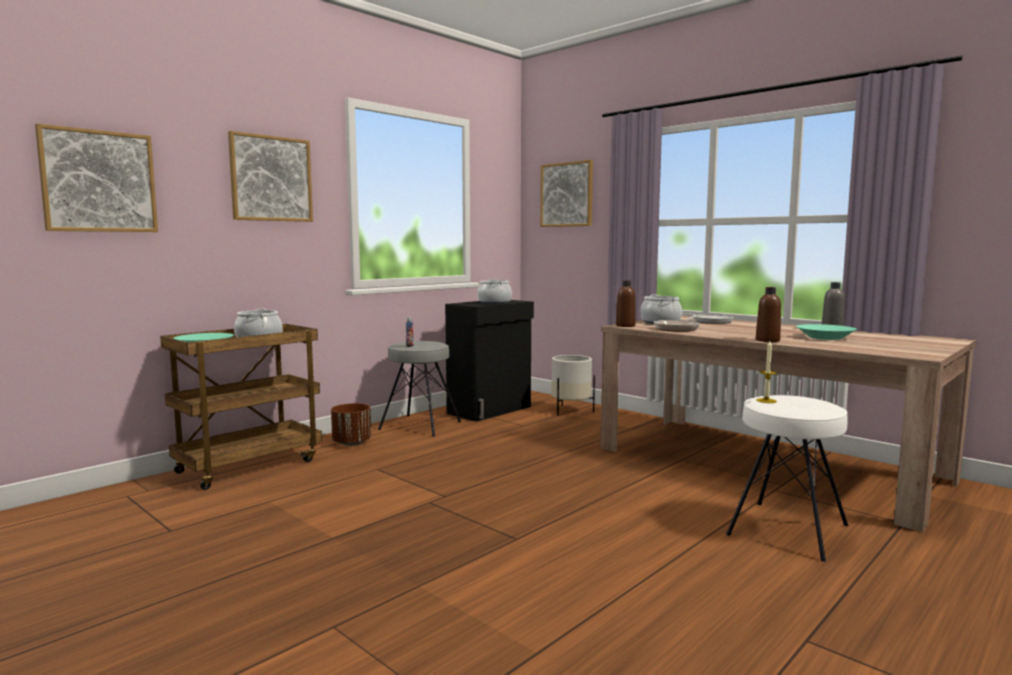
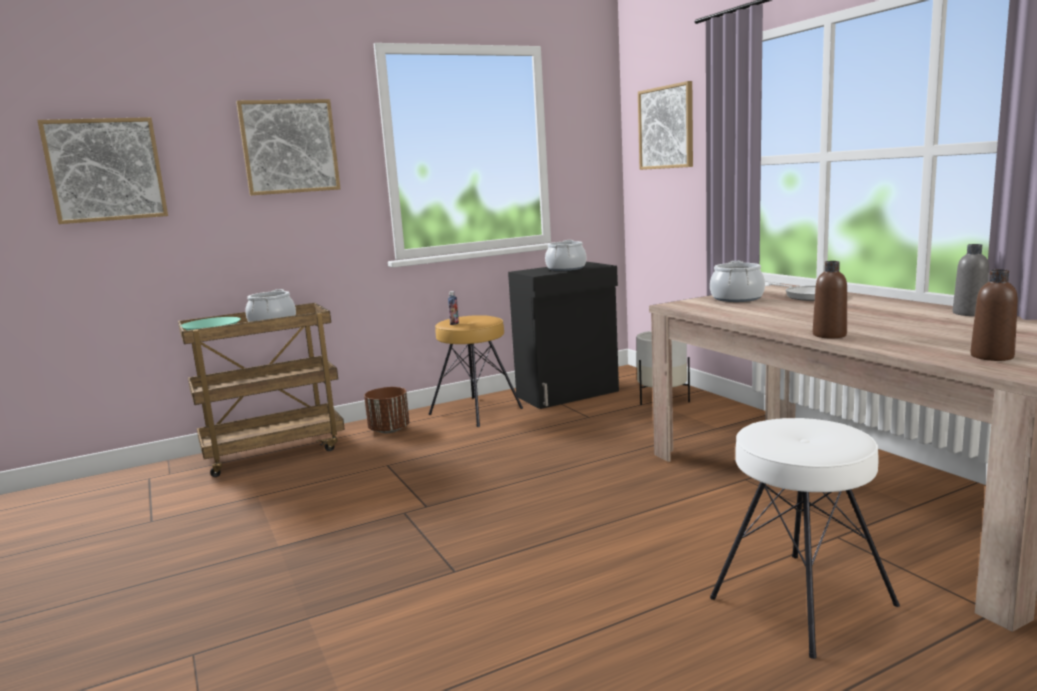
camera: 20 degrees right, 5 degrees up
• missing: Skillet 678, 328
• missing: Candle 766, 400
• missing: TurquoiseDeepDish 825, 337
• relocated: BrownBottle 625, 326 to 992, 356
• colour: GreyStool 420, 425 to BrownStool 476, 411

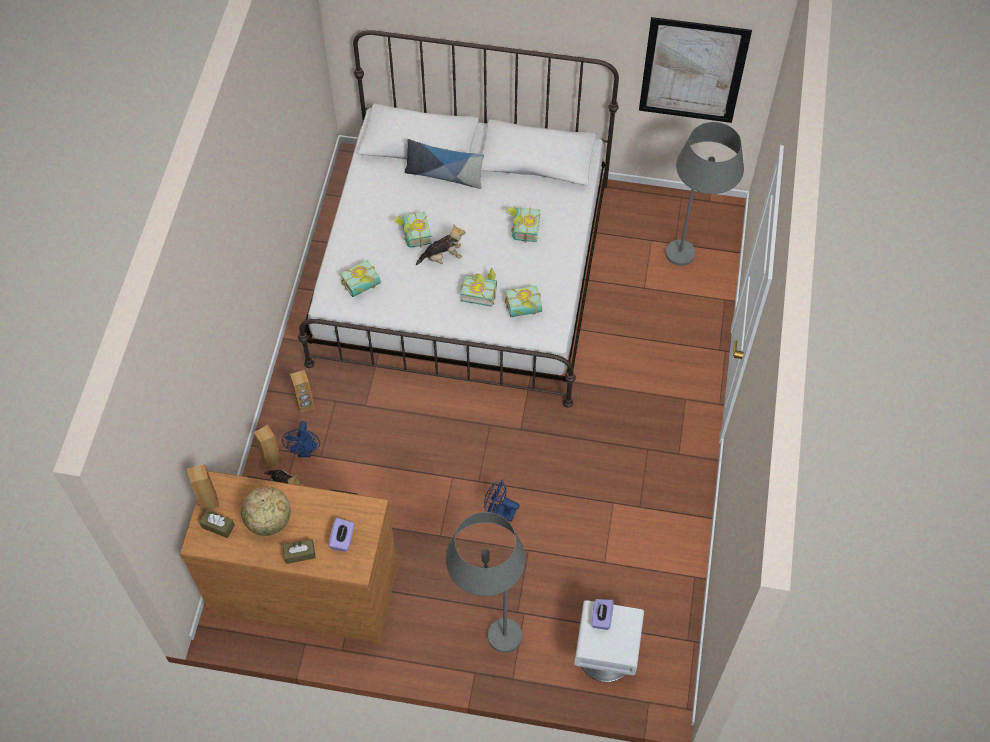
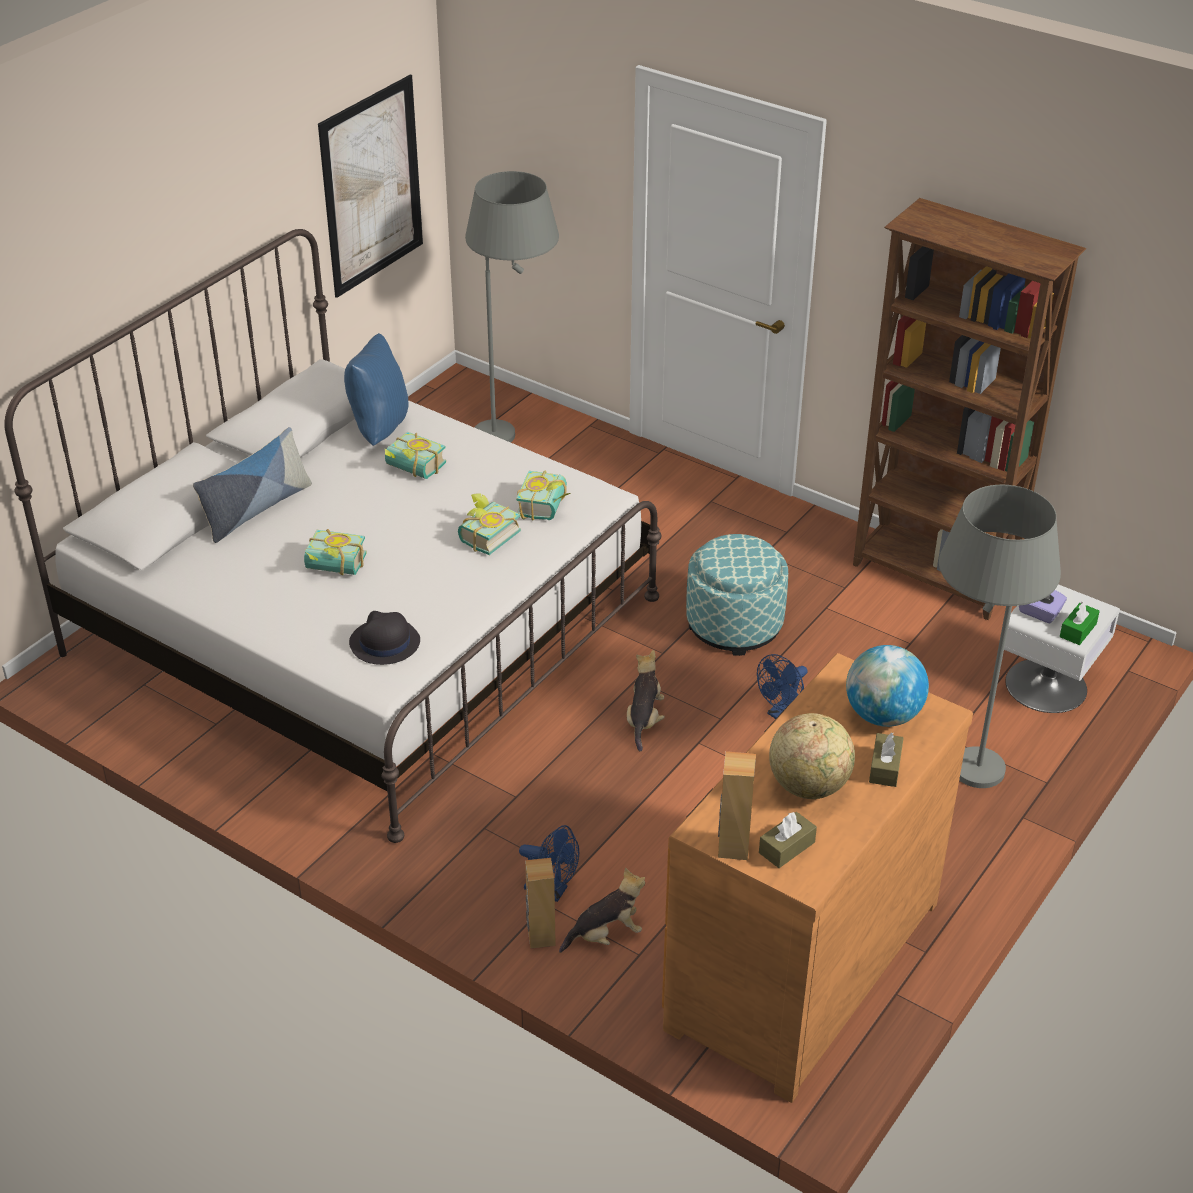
camera: 65 degrees left, 20 degrees down
• missing: BrownSpeaker 305, 404
• appeared: BluishCushion 378, 428
• appeared: Ottoman 734, 625
• appeared: BrownBookshelf 934, 577
• appeared: GreenColouredTissueBox 1078, 630
• relocated: SoftToy 443, 257 to 644, 720
• exchanged: PurpleColouredTissueBox 342, 539 to DeskGlobe 883, 715
• exchanged: Volume 363, 287 to BlackishHat 384, 643

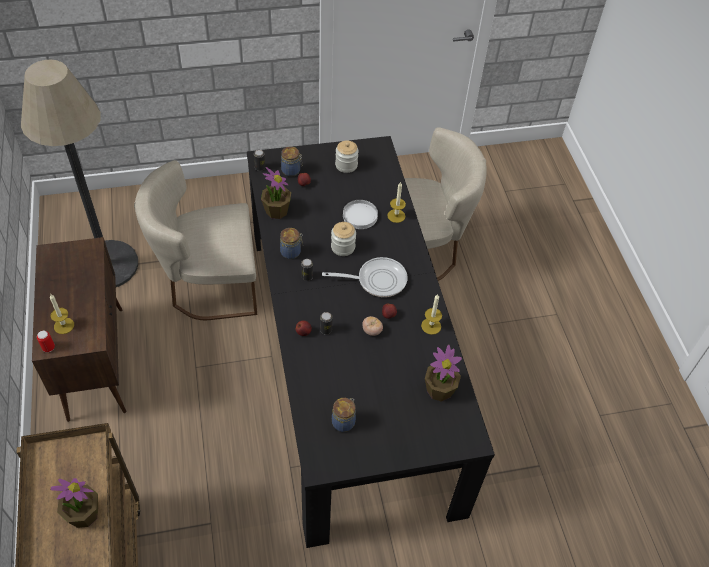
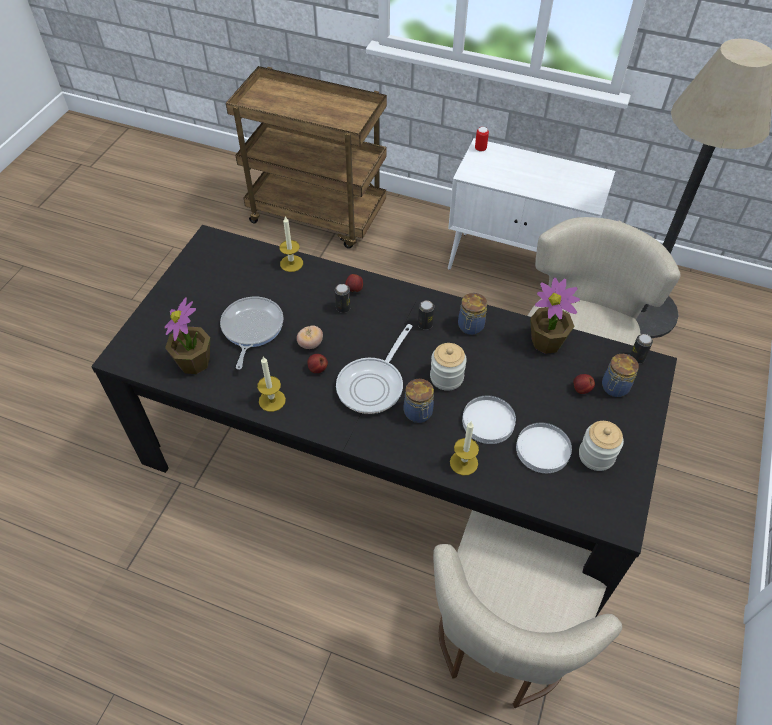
camera: 125 degrees right, 0 degrees up
• missing: PottedPlant 83, 514
• appeared: Skillet 251, 328
• appeared: WhitePlate 542, 450
• relocated: Candle 64, 325 to 291, 263
• relocated: PreserveJar 344, 421 to 418, 413
• colour: BrownStorageCabinet 95, 361 to WhiteStorageCabinet 517, 267

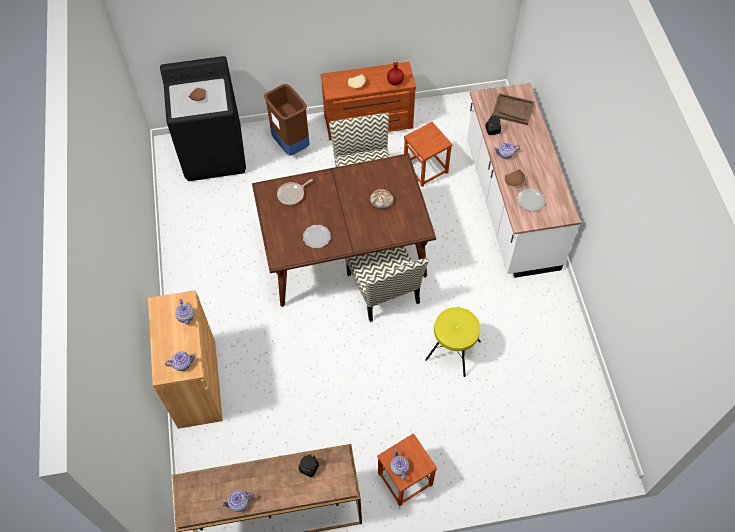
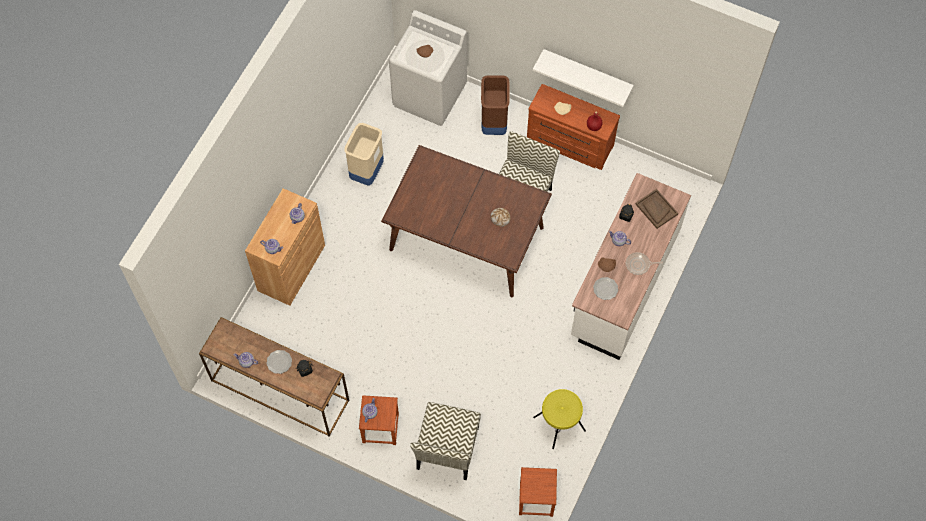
camera: 35 degrees right, 5 degrees up
• appeared: BeigeRubbishBin 366, 172
• appeared: WhiteBracketShelf 587, 73
• relocated: Skillet 292, 194 to 639, 265
• relocated: Plate 317, 237 to 279, 362
• relocated: PlainChair 384, 289 to 447, 449
• relocated: BrownStool 426, 168 to 536, 499
• relocated: YellowishStool 453, 351 to 559, 424
• colour: BlackishWashingMachine 214, 153 to WhiteWashingMachine 430, 95

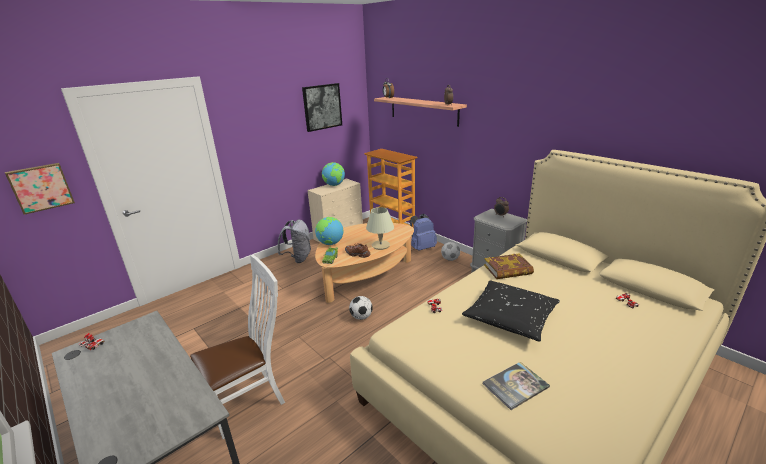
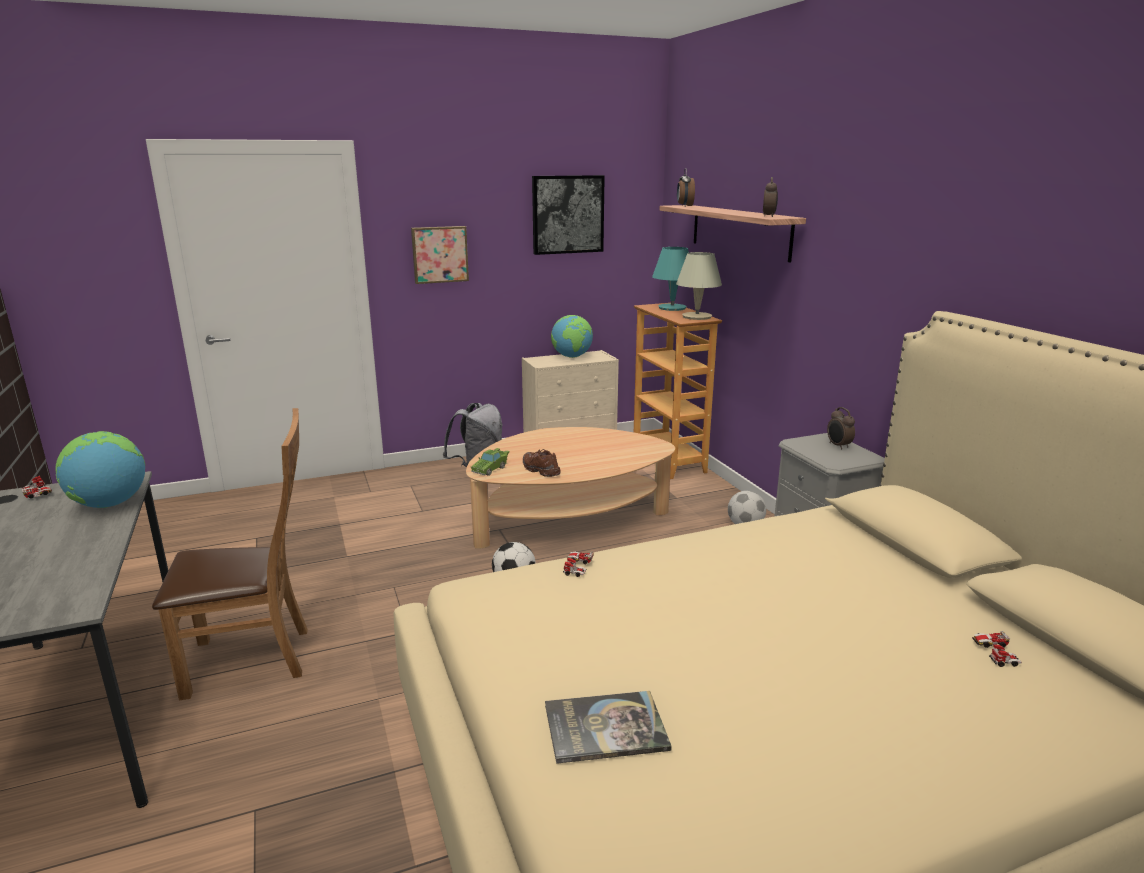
camera: 20 degrees right, 5 degrees down
• missing: BluishBackpack 422, 248
• missing: BlackishCushion 510, 317
• missing: Volume 508, 270
• appeared: TurquoiseLampForATable 672, 308
• relocated: Picture 41, 187 to 439, 254
• relocated: DeskGlobe 330, 243 to 109, 504
• relocated: BeigeLampForATable 381, 245 to 697, 317
• colour: WhitePlainChair 251, 400 to BrownPlainChair 257, 659

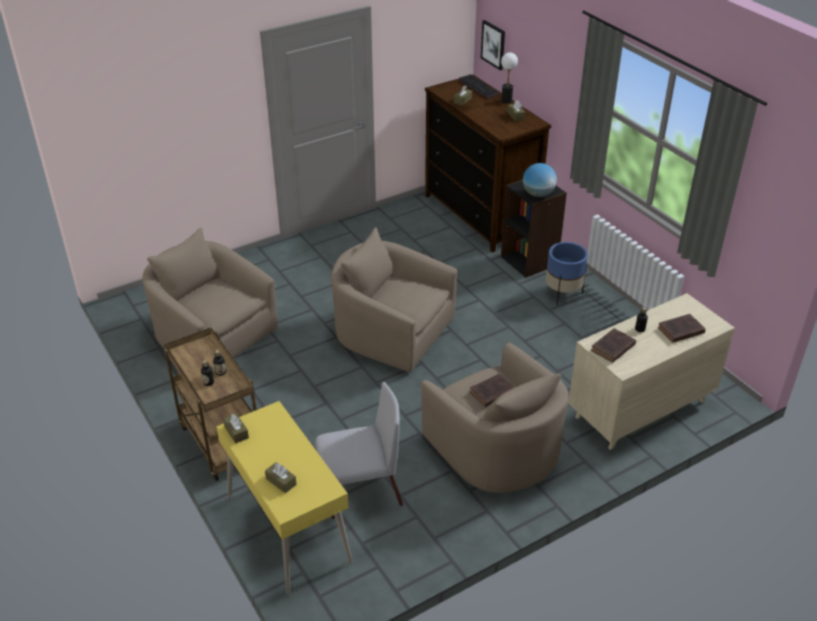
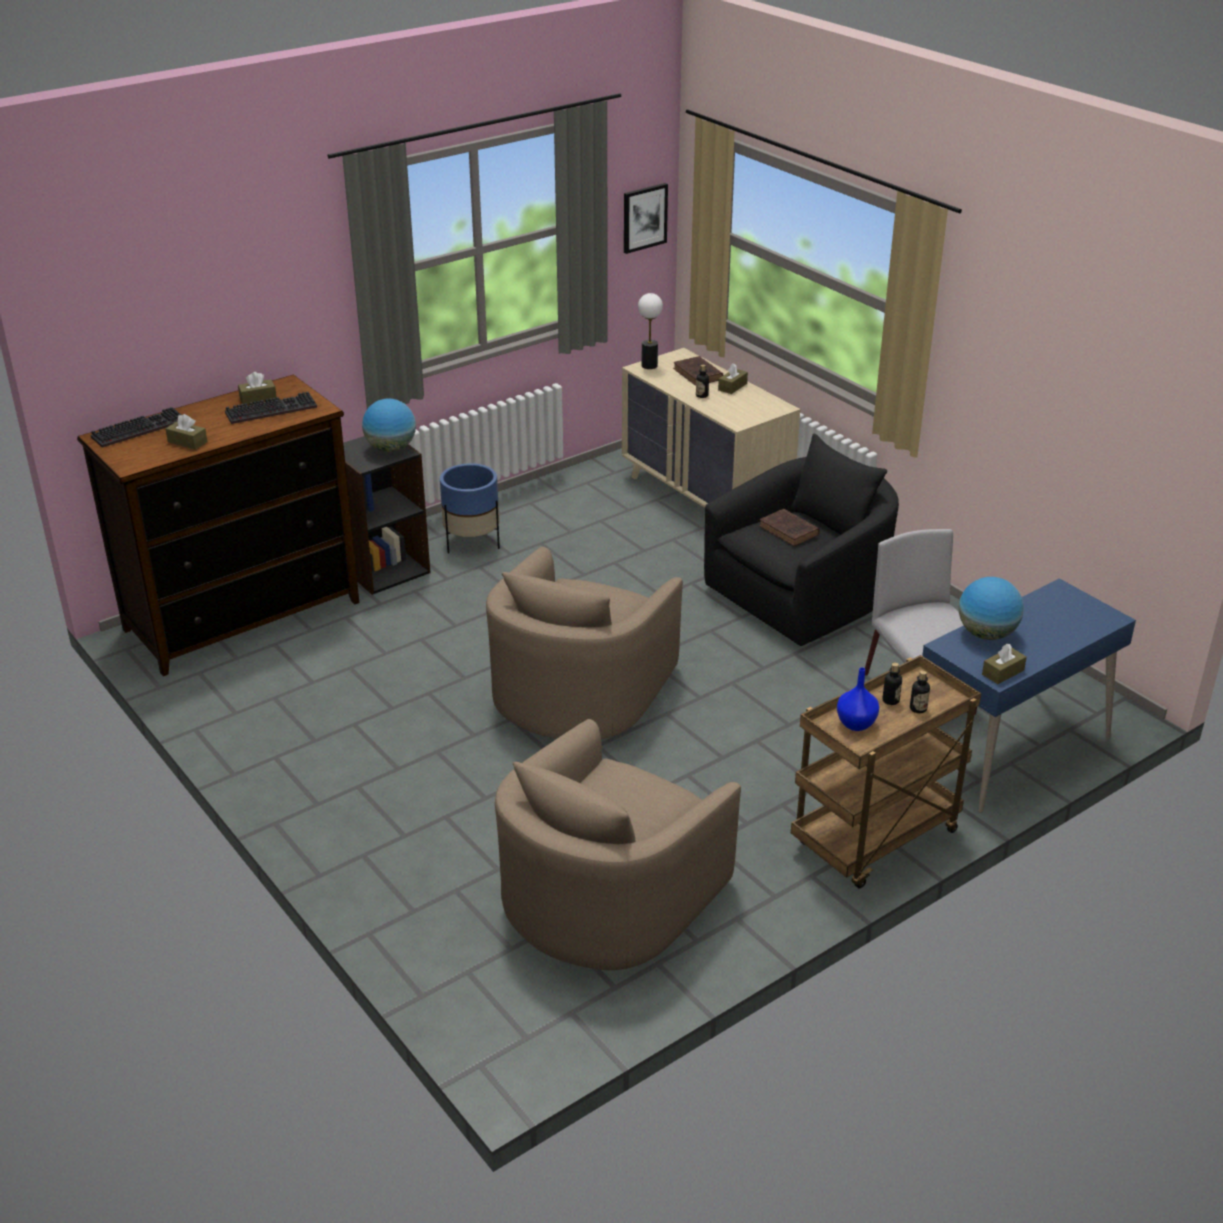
camera: 95 degrees left, 5 degrees down
• missing: BrownVolume 612, 348
• appeared: ComputerKeyboard 272, 409
• appeared: BluishDecorativeVase 855, 724
• appeared: DeskGlobe 986, 634
• relocated: BrownTissueBox 281, 481 to 732, 387
• relocated: Picture 493, 44 to 644, 217
• relocated: LampForATable 506, 101 to 649, 365
• colour: YellowishDeskTable 287, 529 to BluishDeskTable 1010, 750
• colour: BeigeEasyChair 495, 448 to BlackishEasyChair 803, 595

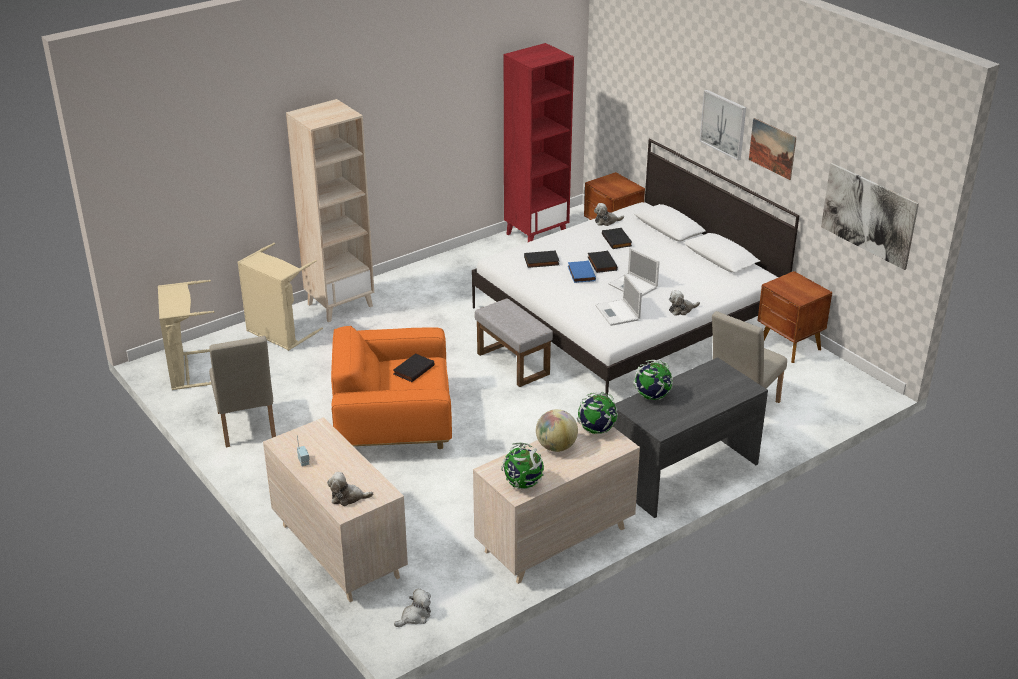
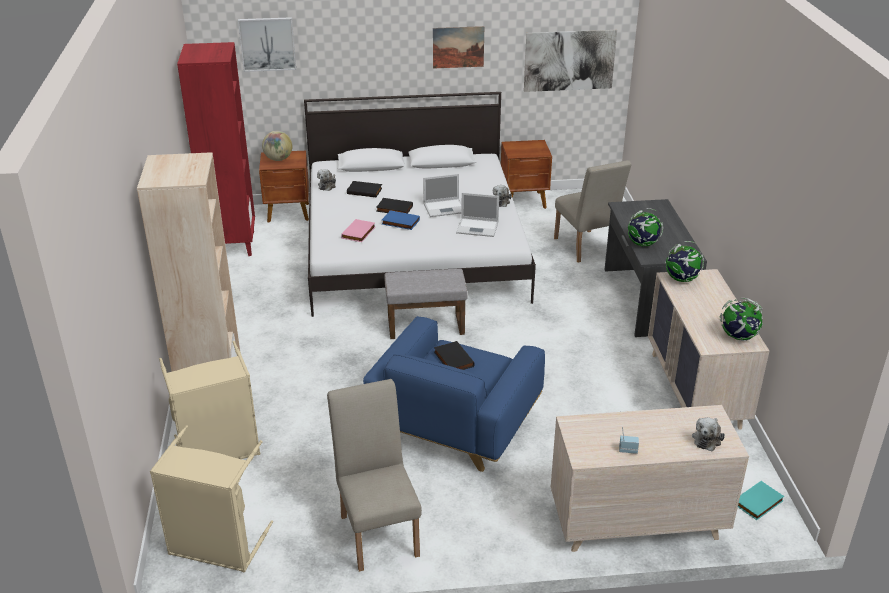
camera: 60 degrees left, 0 degrees up
• relocated: DeskGlobe 556, 447 to 278, 159
• relocated: Picture 723, 124 to 267, 44
• exchanged: SoftToy 415, 616 to TurquoiseVolume 758, 503
• colour: OrangeColouredEasyChair 393, 422 to BluishEasyChair 455, 423
• colour: BlackishVolume 541, 261 to PinkishVolume 359, 233
• spun: BeigePlainChair 246, 428 = 378, 530 120 degrees counterclockwise

